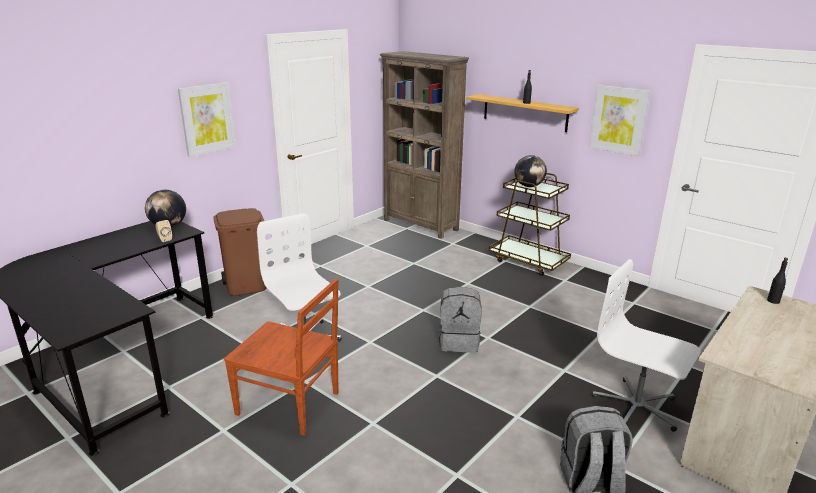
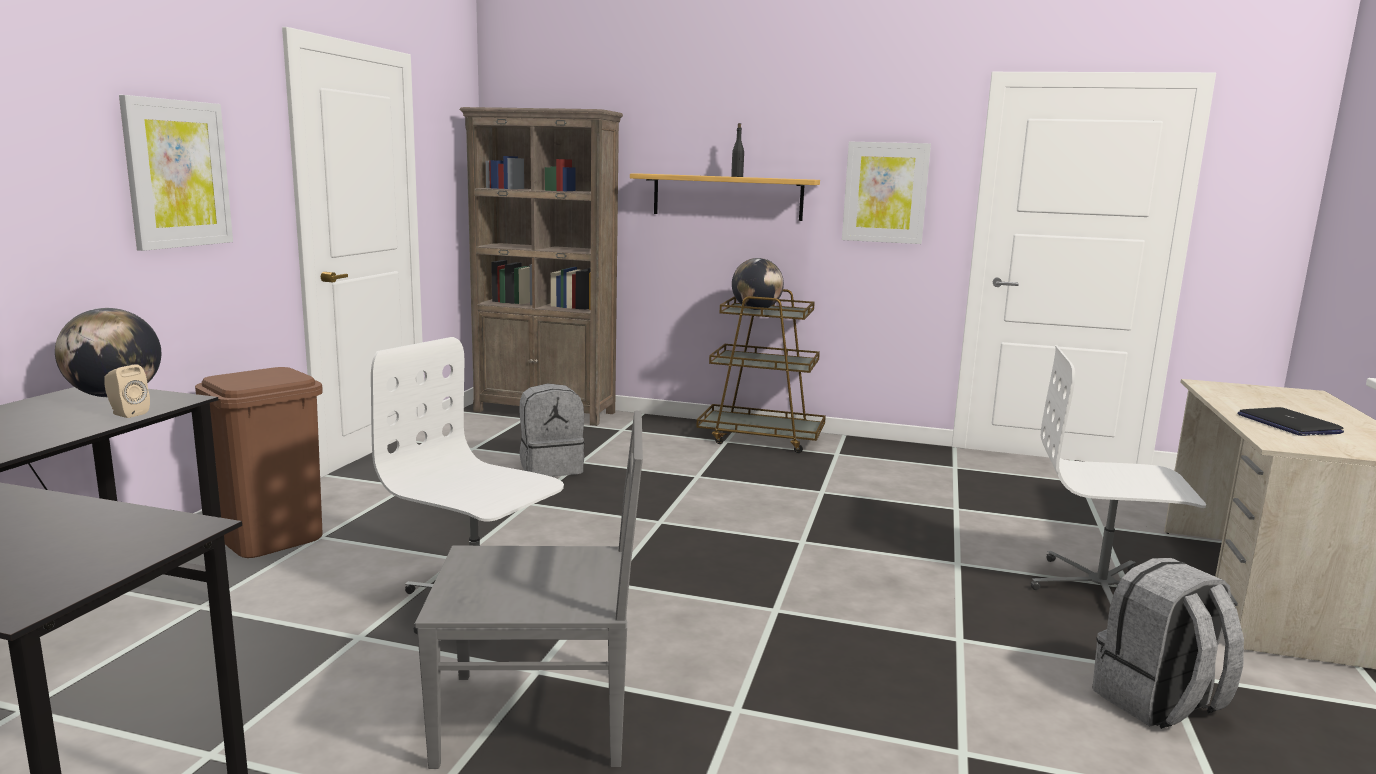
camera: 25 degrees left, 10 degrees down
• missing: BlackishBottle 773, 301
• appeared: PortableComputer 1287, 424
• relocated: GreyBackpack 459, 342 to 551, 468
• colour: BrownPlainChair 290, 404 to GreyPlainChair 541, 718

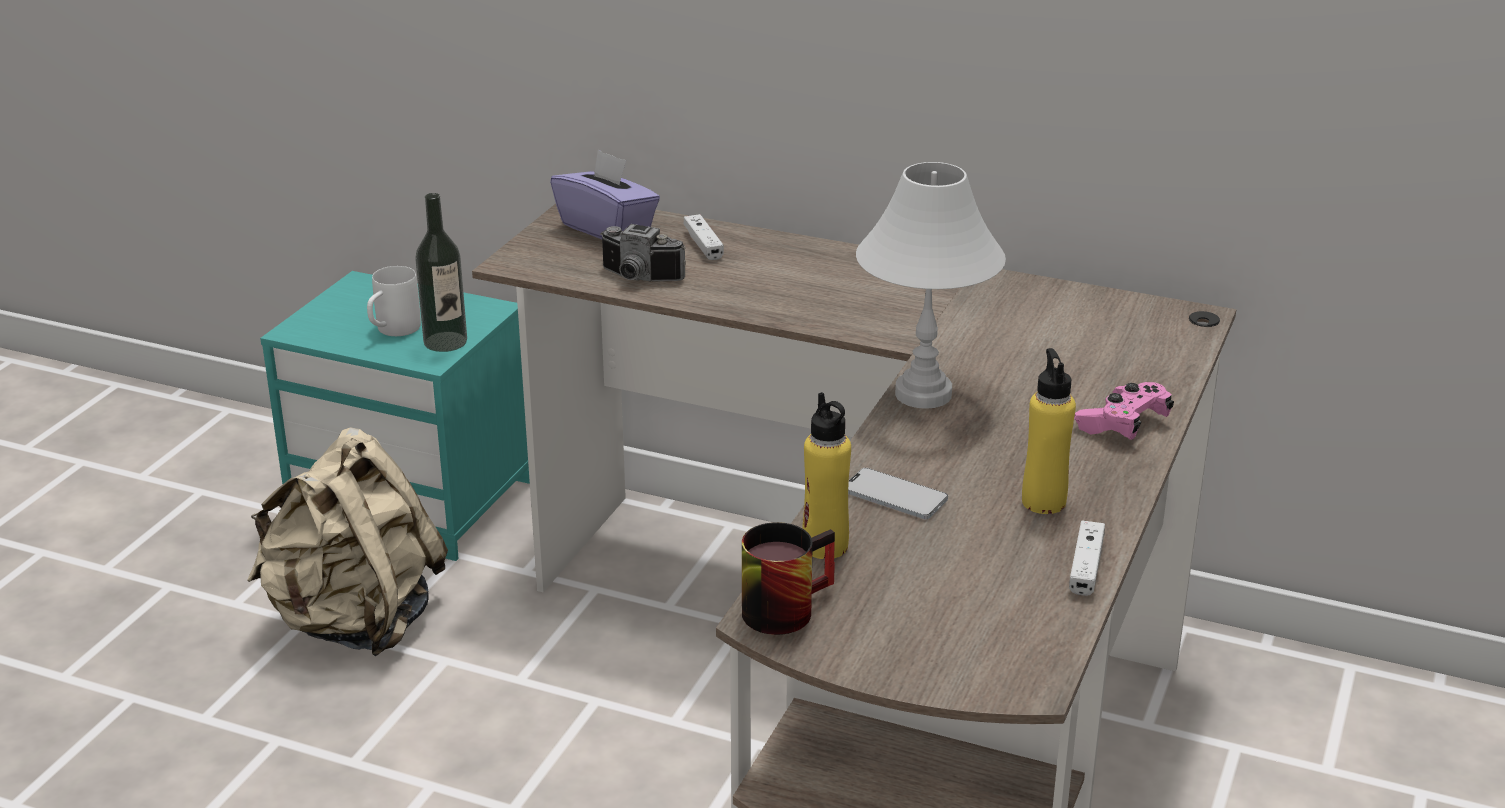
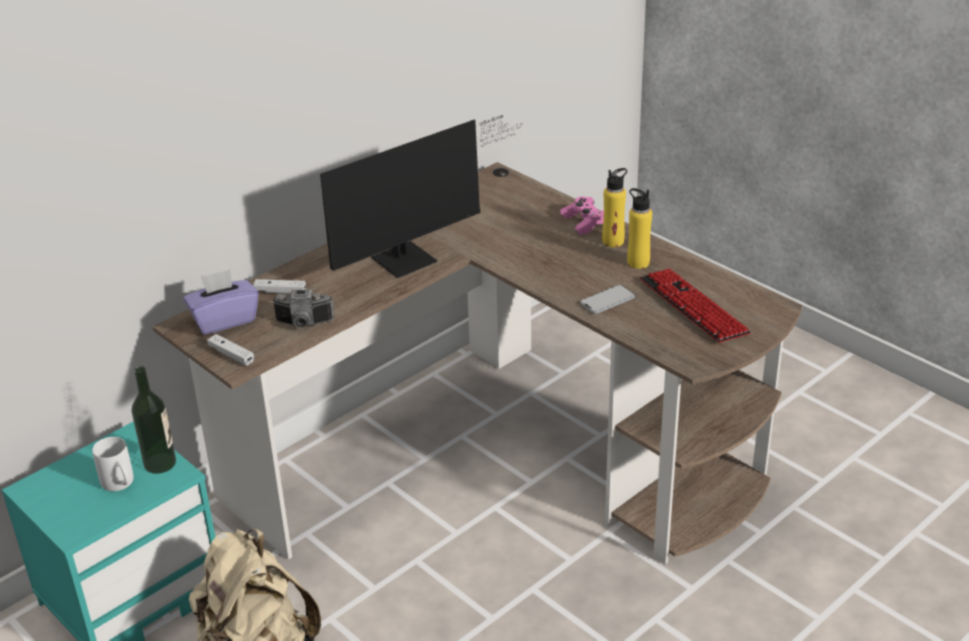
camera: 65 degrees left, 5 degrees up
• missing: TeaMug 783, 605
• missing: WhiteLampForATable 922, 394
• appeared: ComputerScreen 413, 258
• appeared: ComputerKeyboard 693, 307
• relocated: YellowishBottle 825, 546 to 613, 241
• relocated: WhiteGameController 1086, 567 to 231, 355
• spun: PhotoCamera 638, 279 = 303, 324 45 degrees clockwise

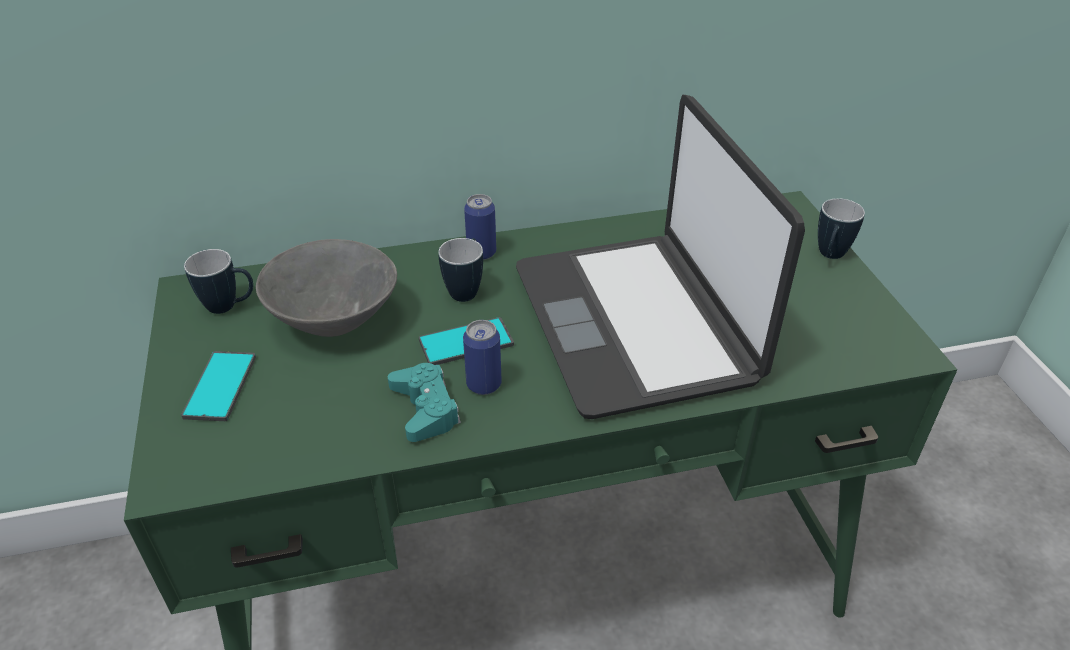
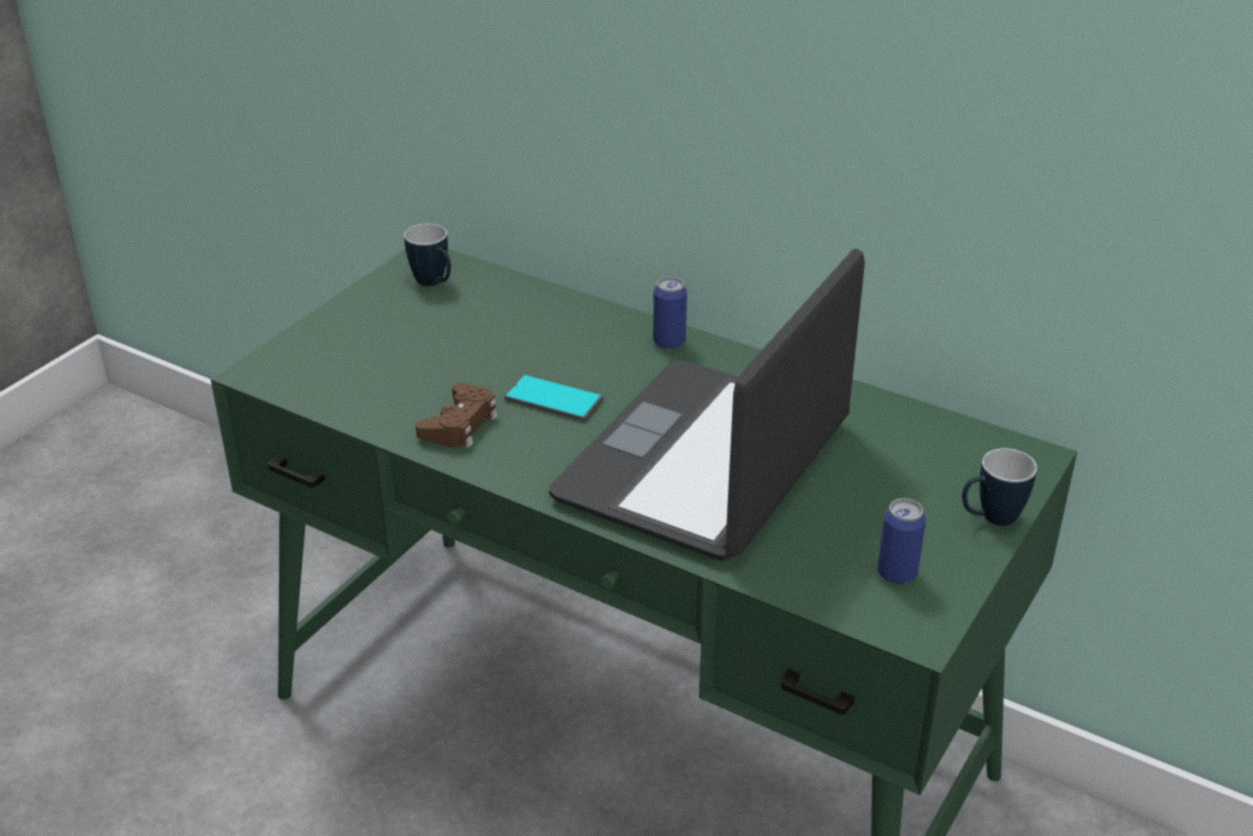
camera: 45 degrees right, 5 degrees down
• missing: Handset 220, 386
• missing: GreyDeepDish 336, 321
• missing: TeaMug 466, 289
• relocated: MetalCan 484, 384 to 897, 573
• colour: TurquoiseGameController 425, 408 to BrownGameController 460, 424

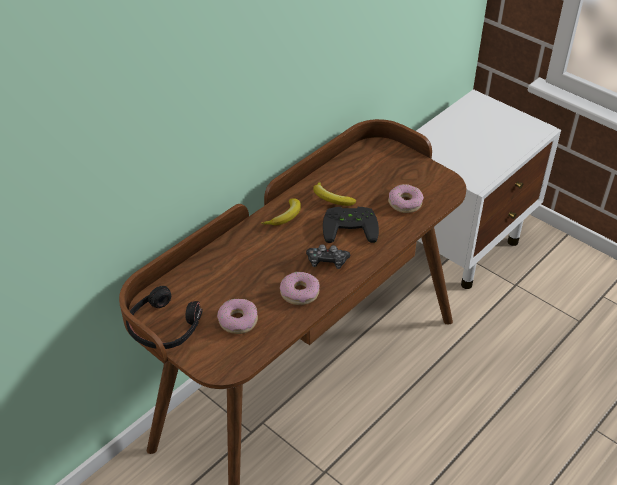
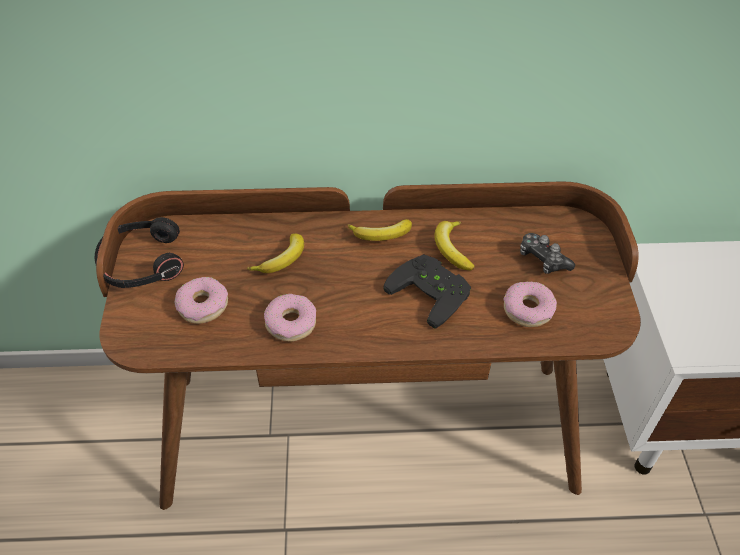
camera: 45 degrees right, 5 degrees up
• appeared: Banana 282, 260
• relocated: GameController 327, 261 to 543, 259

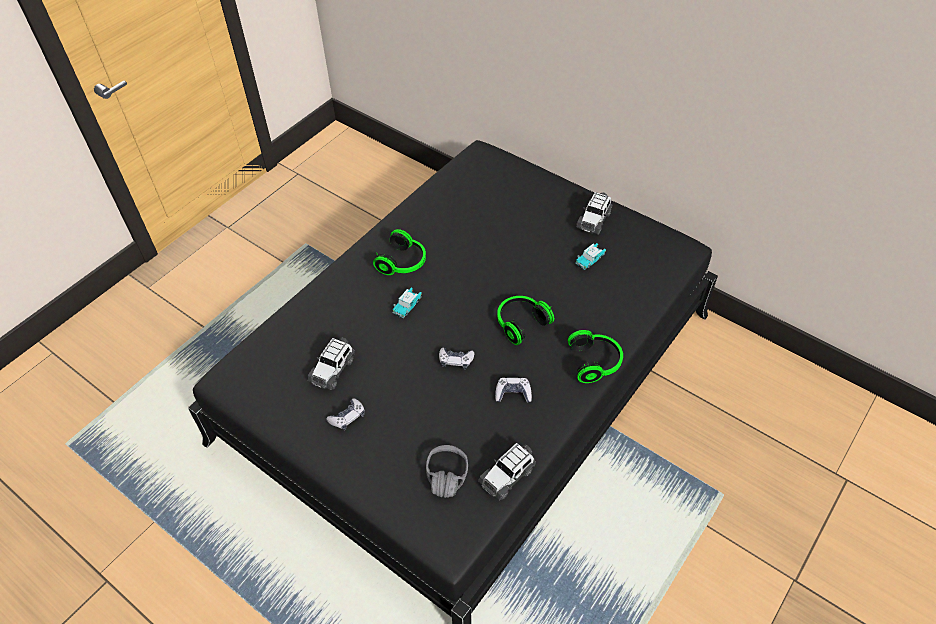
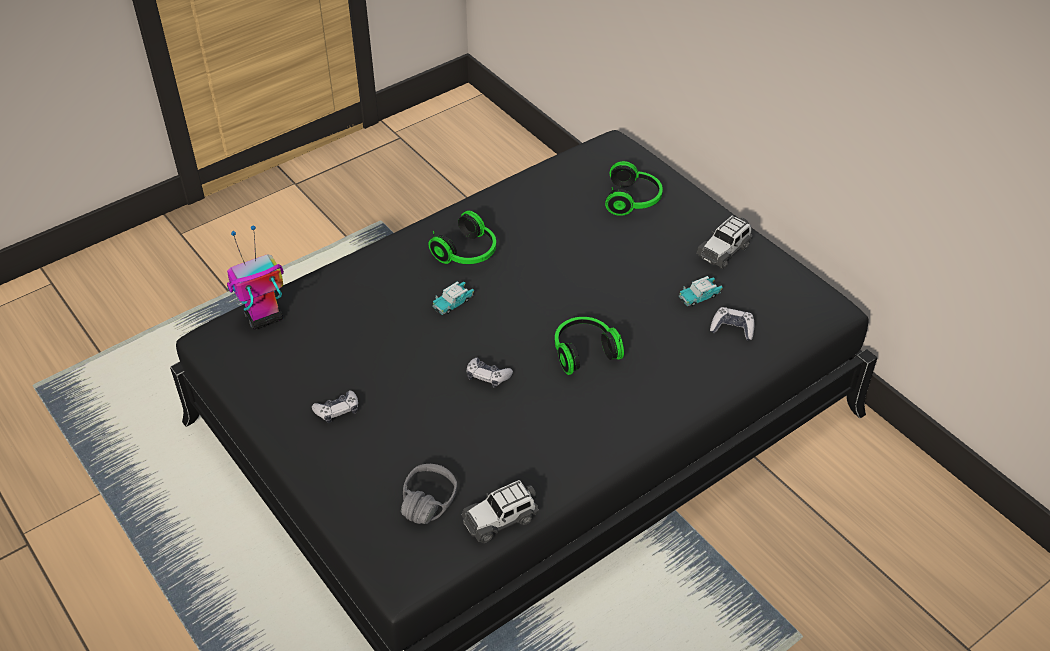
camera: 15 degrees right, 5 degrees down
• missing: ModelCar 333, 369
• appeared: ToyRobot 263, 318
• relocated: GameController 513, 393 to 732, 328
• relocated: Headset 595, 362 to 634, 200

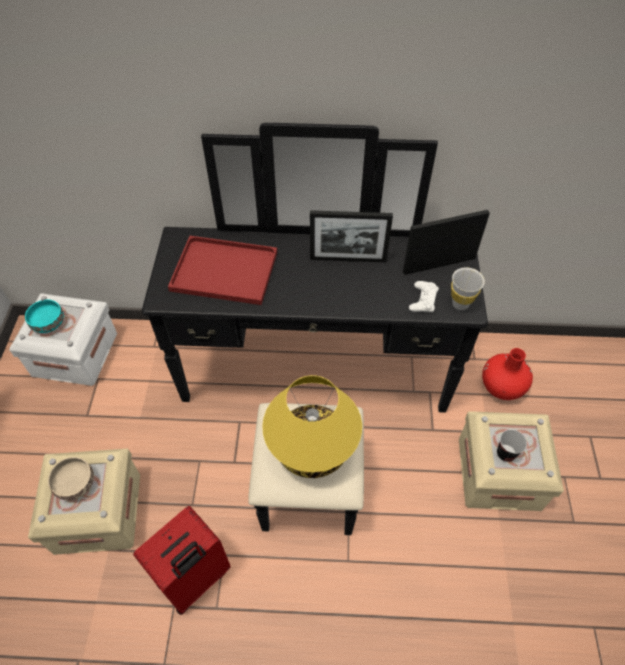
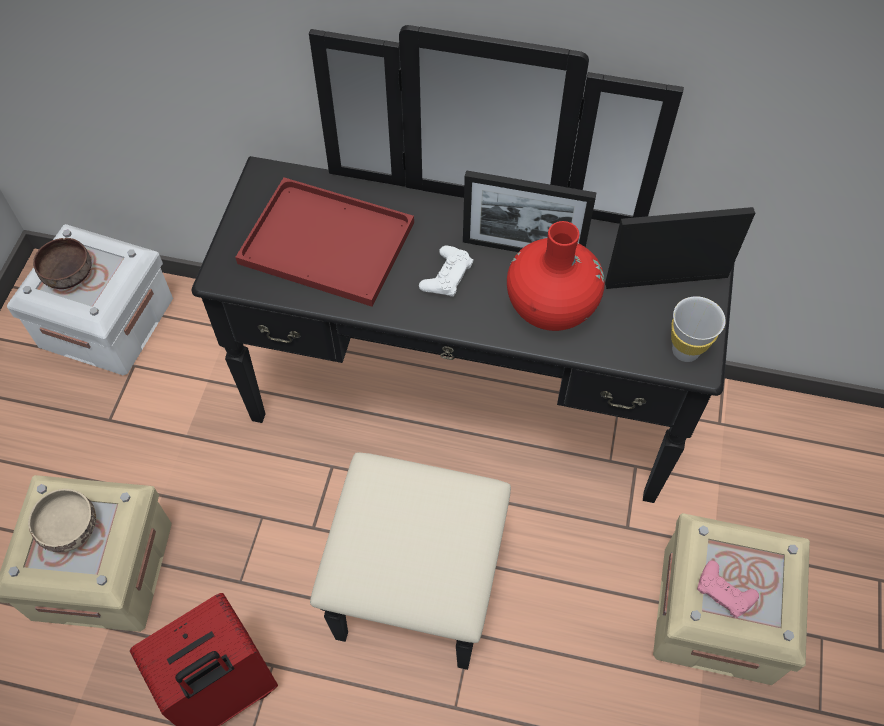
camera: 10 degrees right, 5 degrees up
• missing: YellowishLampForATable 311, 448
• relocated: WhiteGameController 423, 300 to 446, 276
• relocated: RedColouredDecorativeVase 501, 387 to 550, 306
• exchanged: DrinkingCup 505, 453 to PinkishGameController 724, 591
• colour: TurquoiseDeepDish 48, 323 to BrownDeepDish 67, 274

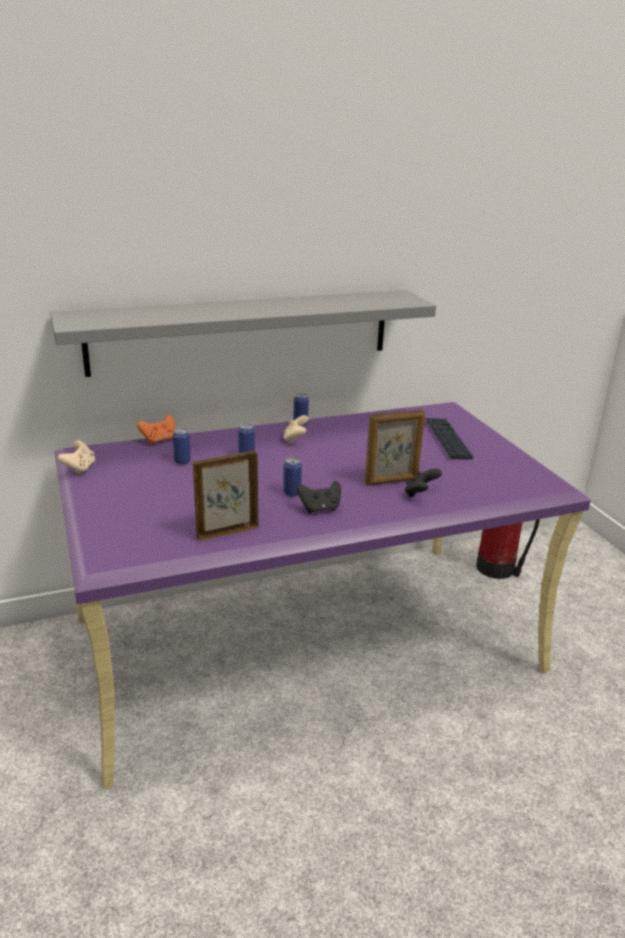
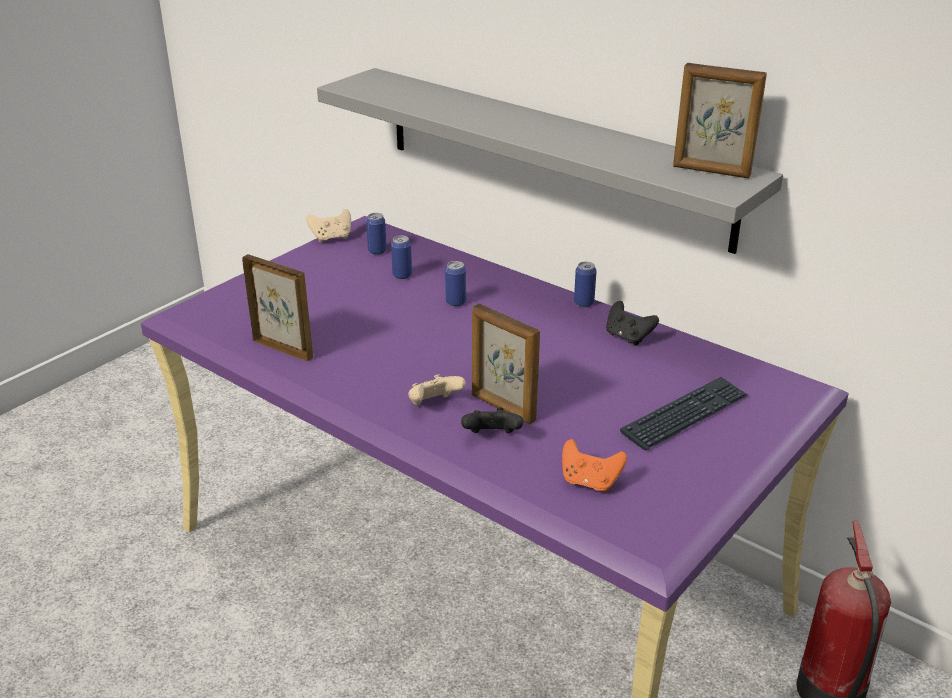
camera: 60 degrees right, 5 degrees up
• appeared: PictureFrame 711, 171
• relocated: OrangeColouredGameController 159, 440 to 590, 482
• relocated: BeigeGameController 295, 439 to 434, 405
• relocated: MetalCan 292, 493 to 377, 251
• relocated: BlackishGameController 320, 508 to 628, 337

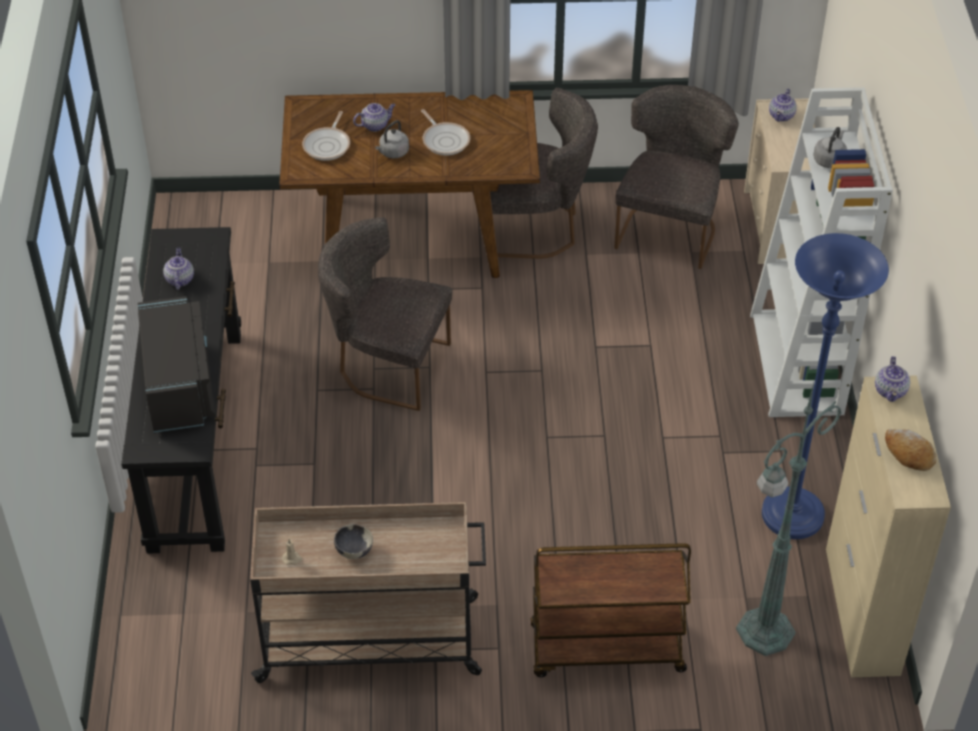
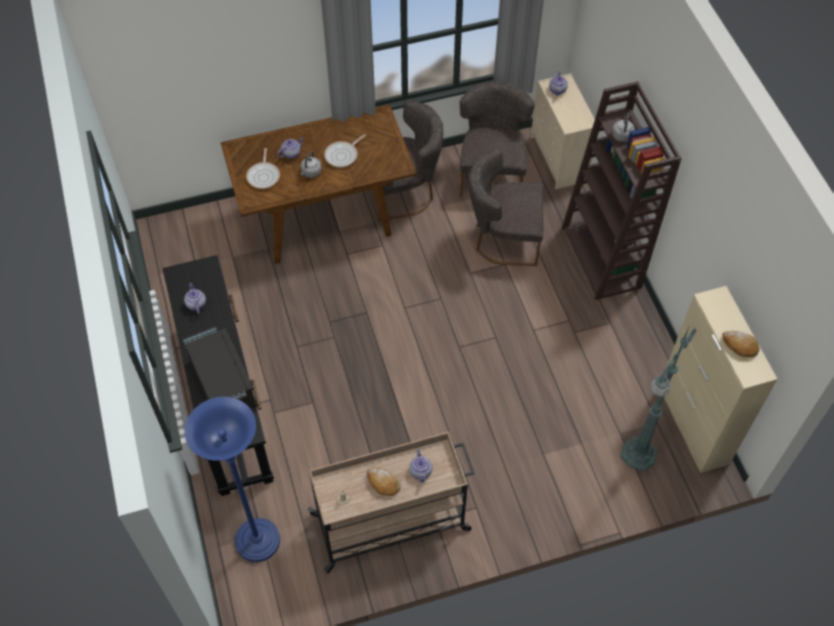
camera: 15 degrees left, 10 degrees up
• missing: BrownTrolley 605, 650
• relocated: GreyPlainChair 387, 365 to 503, 239
• relocated: BluishFloorLamp 792, 516 to 257, 541
• relocated: PotForTea 890, 392 to 421, 472
• exchanged: DeepDish 354, 551 to Bread 383, 483
• colour: WhiteBookshelf 797, 364 to BrownBookshelf 602, 258
• spun: Skillet 445, 140 = 343, 155 90 degrees clockwise

